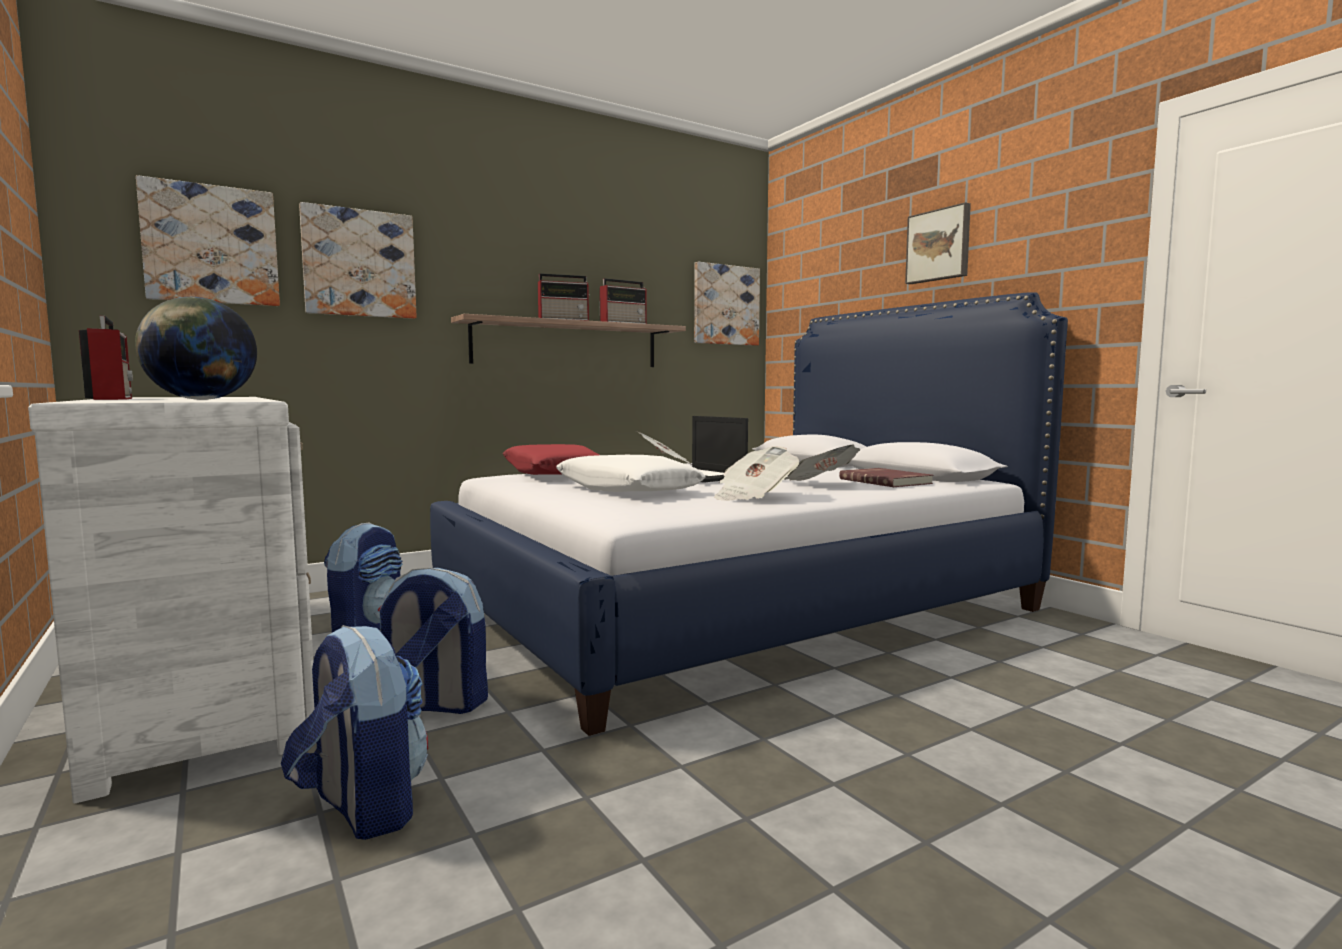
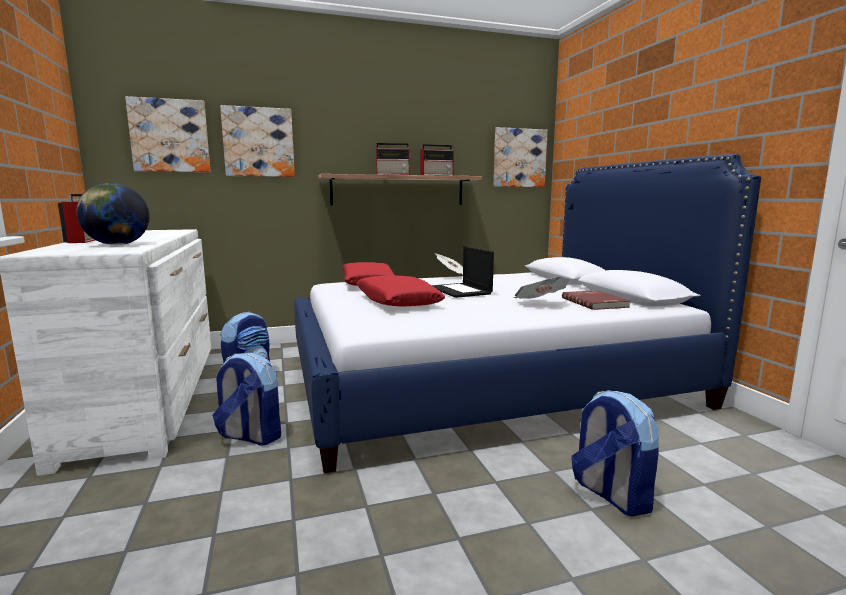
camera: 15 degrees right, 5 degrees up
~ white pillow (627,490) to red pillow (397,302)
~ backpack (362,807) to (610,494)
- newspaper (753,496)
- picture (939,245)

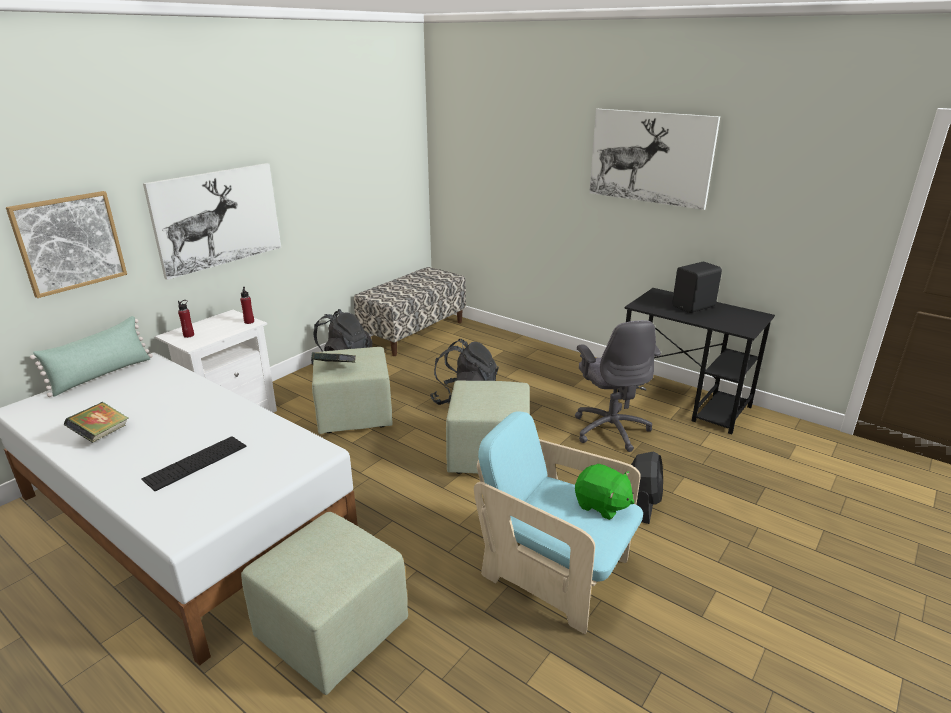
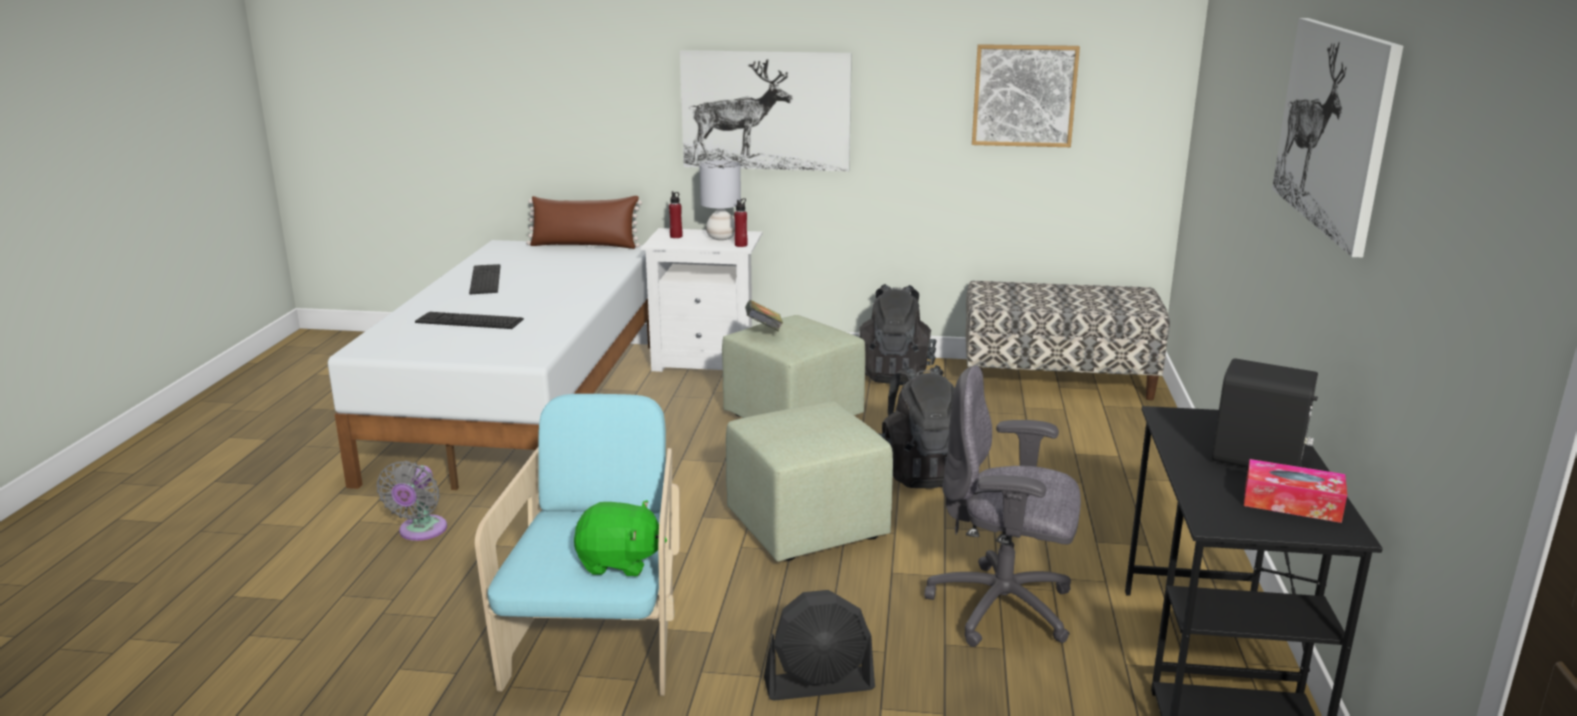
camera: 60 degrees right, 5 degrees down
~ green ottoman (333,629) to grey fan (420,531)
~ book (101,435) to keyboard (485,279)
~ green pillow (102,375) to brown pillow (584,245)
~ green plush toy (602,505) = (619,562) 90 degrees counterclockwise
+ grey table lamp (721,238)
~ grey office chair (610,429) = (1003,608) 60 degrees clockwise
~ picture (69,243) to (1024,95)
+ tissue box (1292,503)

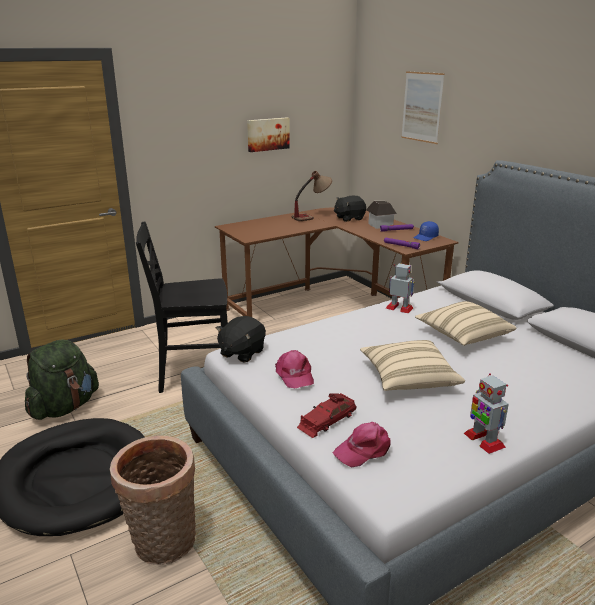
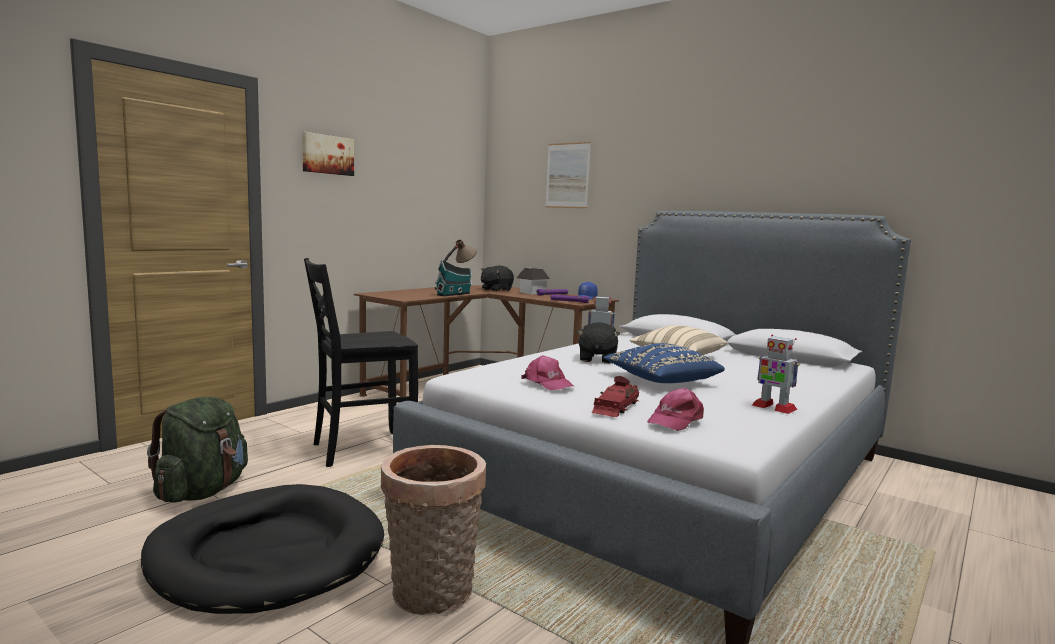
camera: 20 degrees left, 15 degrees down
~ picture (267,134) to (327,154)
+ toy house (454,294)
~ black plush toy (241,353) to (596,359)
~ beige pillow (408,379) to blue pillow (661,381)

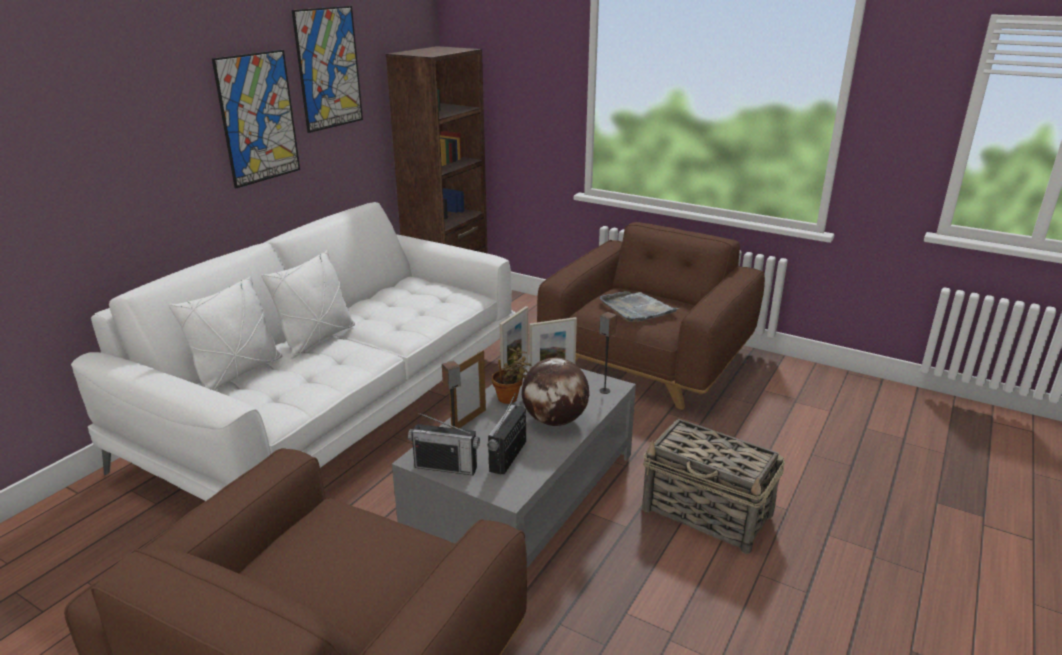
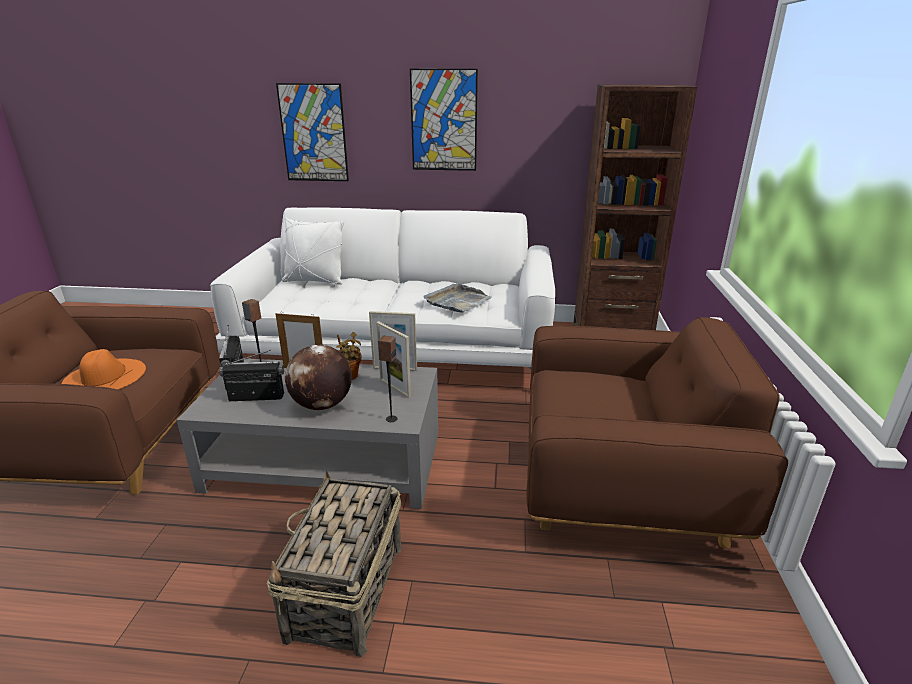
camera: 65 degrees right, 0 degrees up
+ orange hat (104,377)
~ picture (329,68) to (313,133)
~ grey tray (636,309) to (457,301)
- white pillow (317,339)

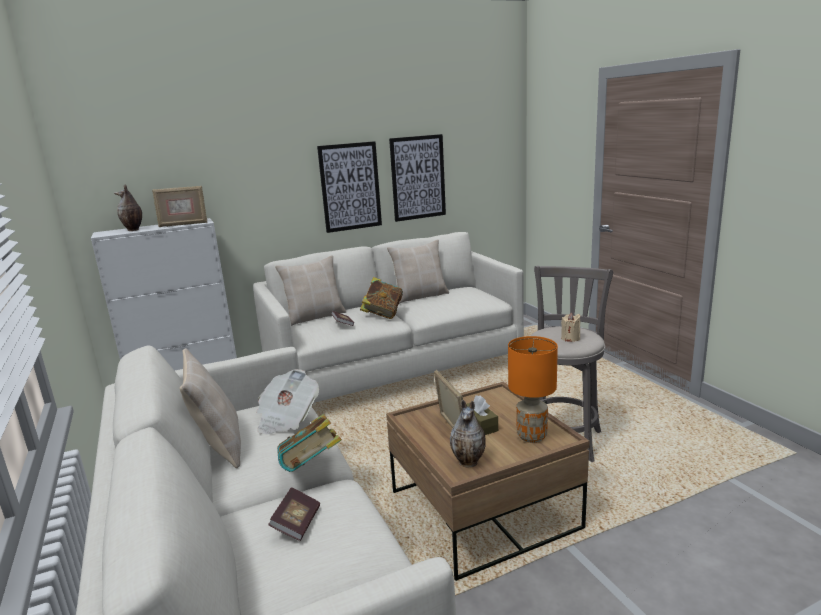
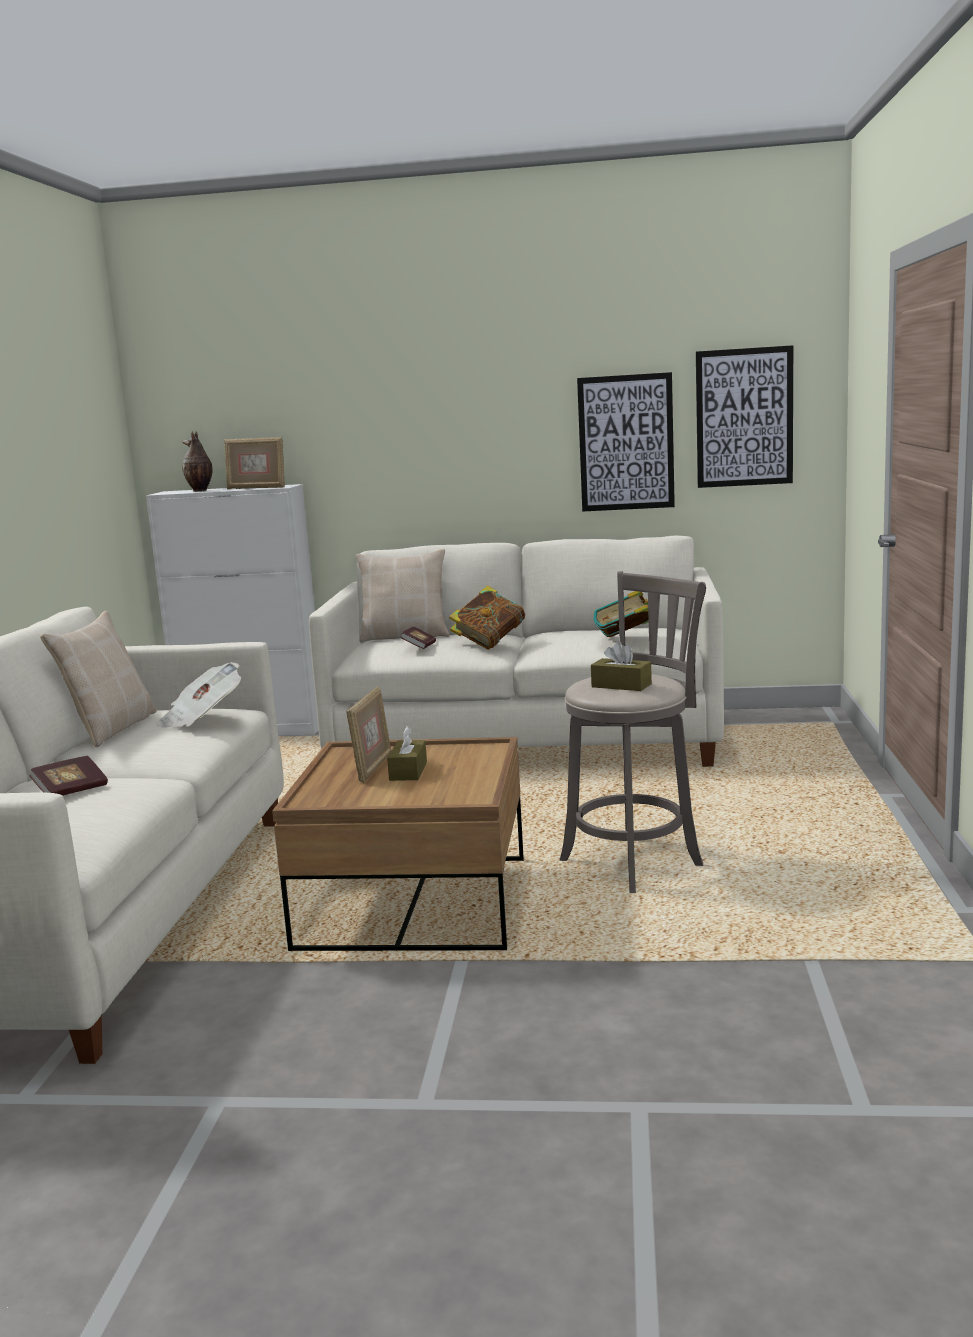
camera: 30 degrees right, 5 degrees down
~ beige candle (570,338) to brown tissue box (621,685)
~ book (312,468) to (625,641)
~ picture (350,187) to (744,417)
- beige pillow (420,296)
- vase (469,462)
- orange table lamp (531,436)

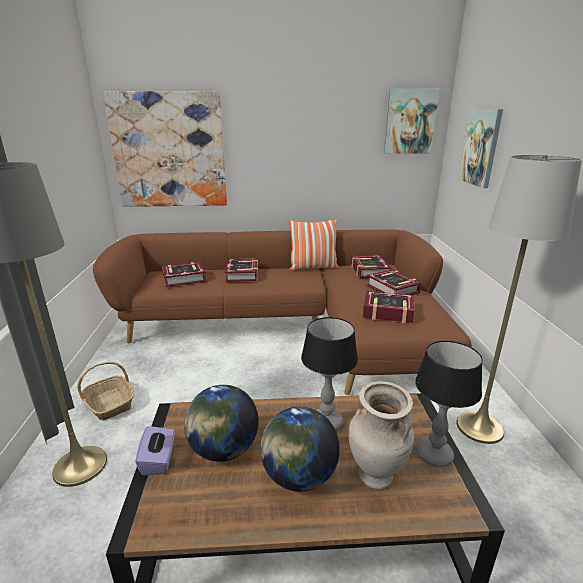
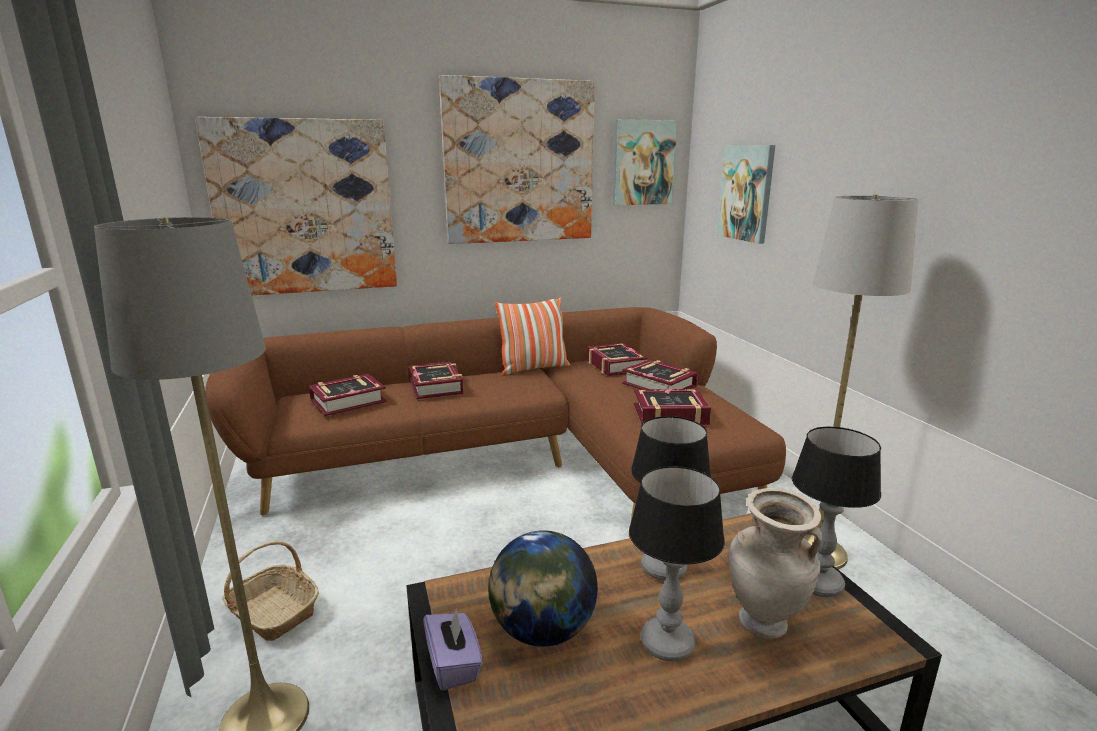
camera: 15 degrees left, 5 degrees down
+ picture (519,162)
~ globe (298,476) to table lamp (666,644)

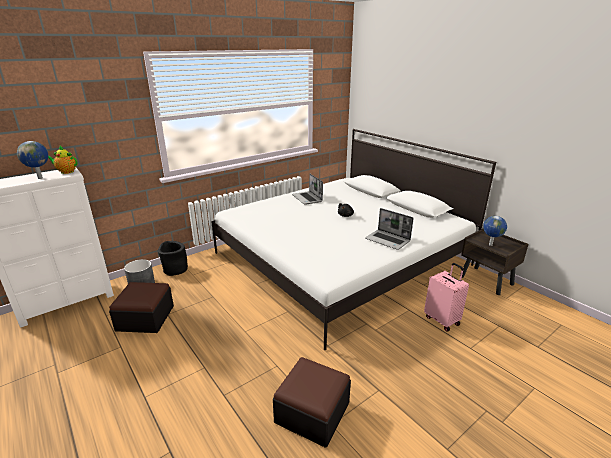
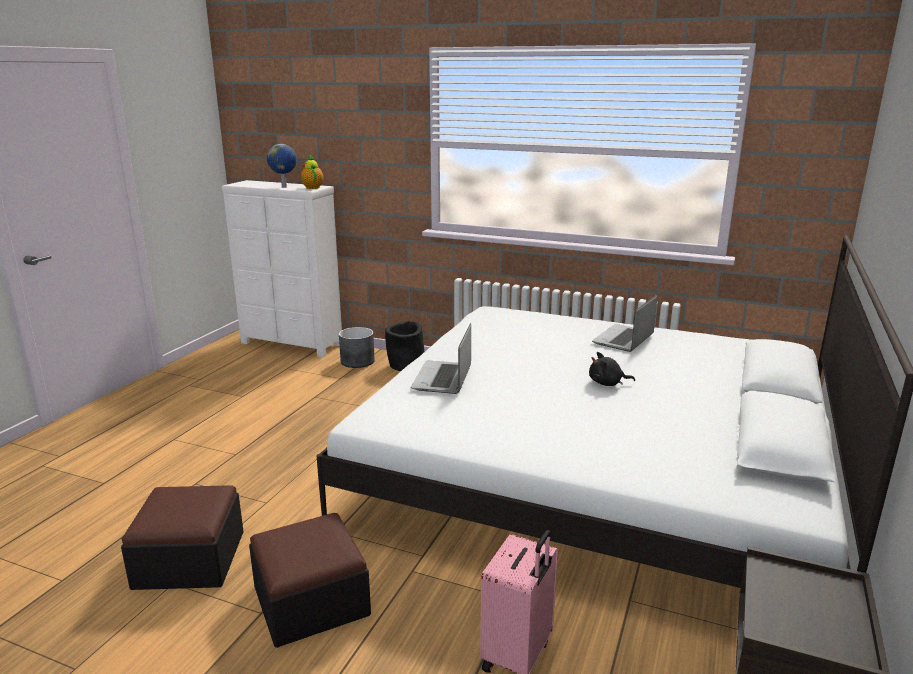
camera: 60 degrees right, 5 degrees down
~ ottoman (145,318) to (311,601)
~ laptop (388,240) to (443,379)
- globe (490,244)

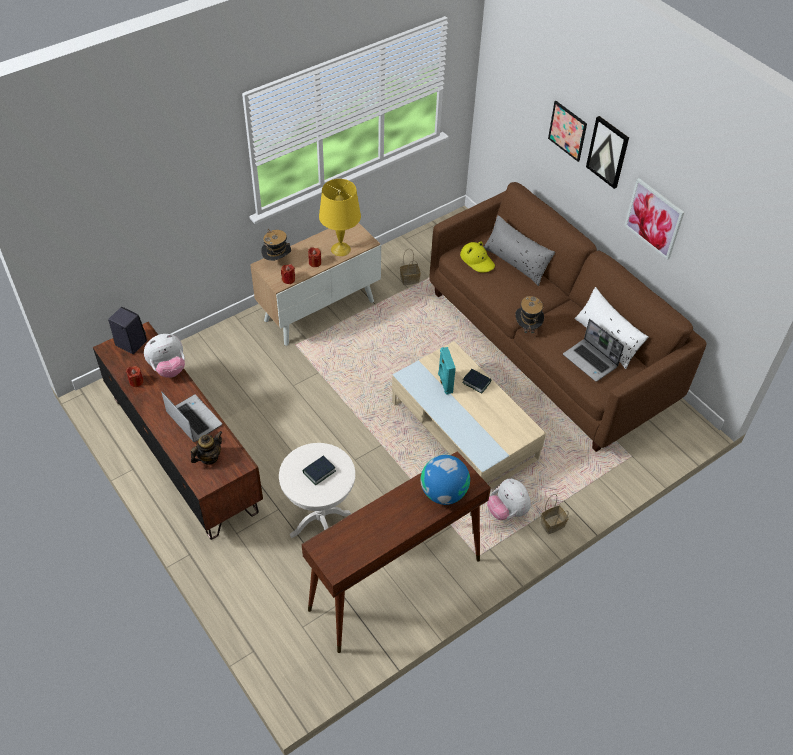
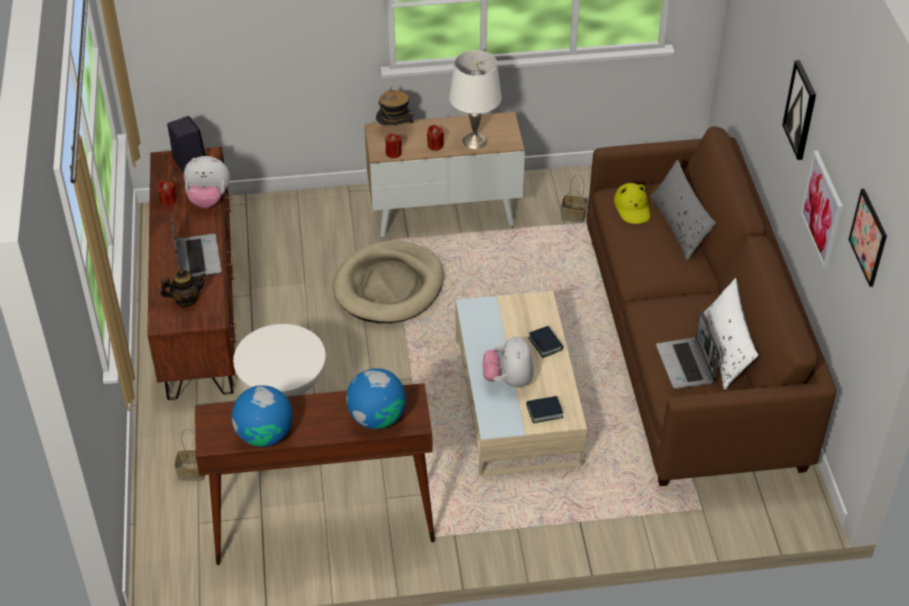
camera: 30 degrees right, 5 degrees down
~ basket (552,525) to (191,472)
+ globe (265,435)
+ beige dog bed (389,286)
~ yellow table lamp (340,249) to white table lamp (474,140)
~ plush toy (507,511) to (508,380)
~ book (319,472) to (544,411)
~ picture (567,131) to (868,237)
- turquoise speaker (444,383)
- hat (527,328)

